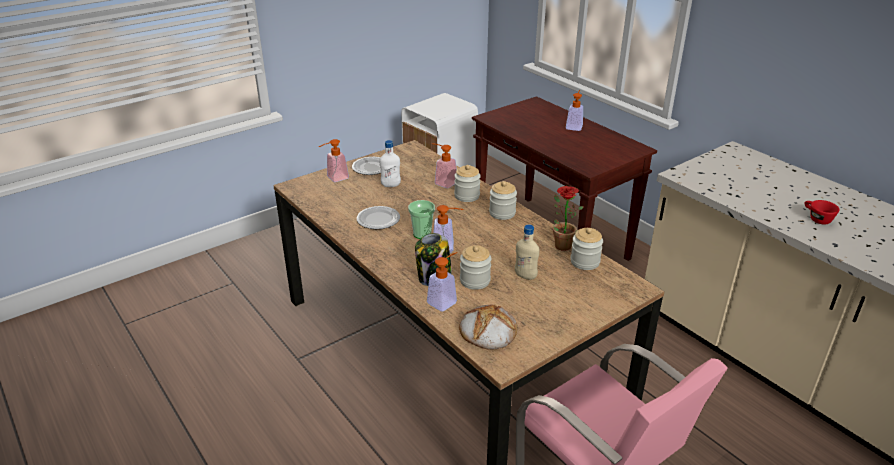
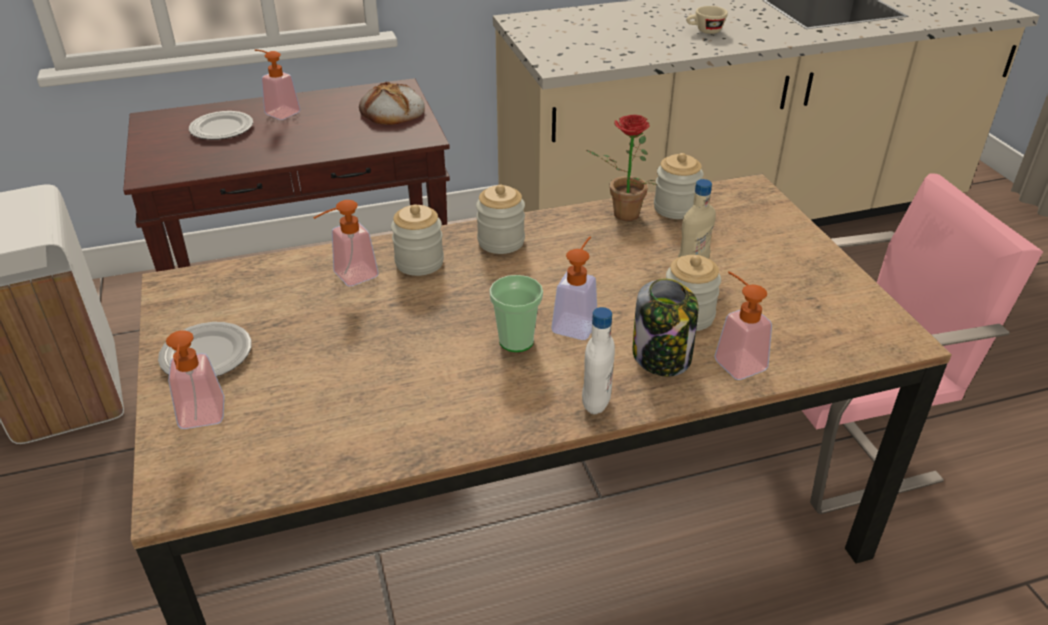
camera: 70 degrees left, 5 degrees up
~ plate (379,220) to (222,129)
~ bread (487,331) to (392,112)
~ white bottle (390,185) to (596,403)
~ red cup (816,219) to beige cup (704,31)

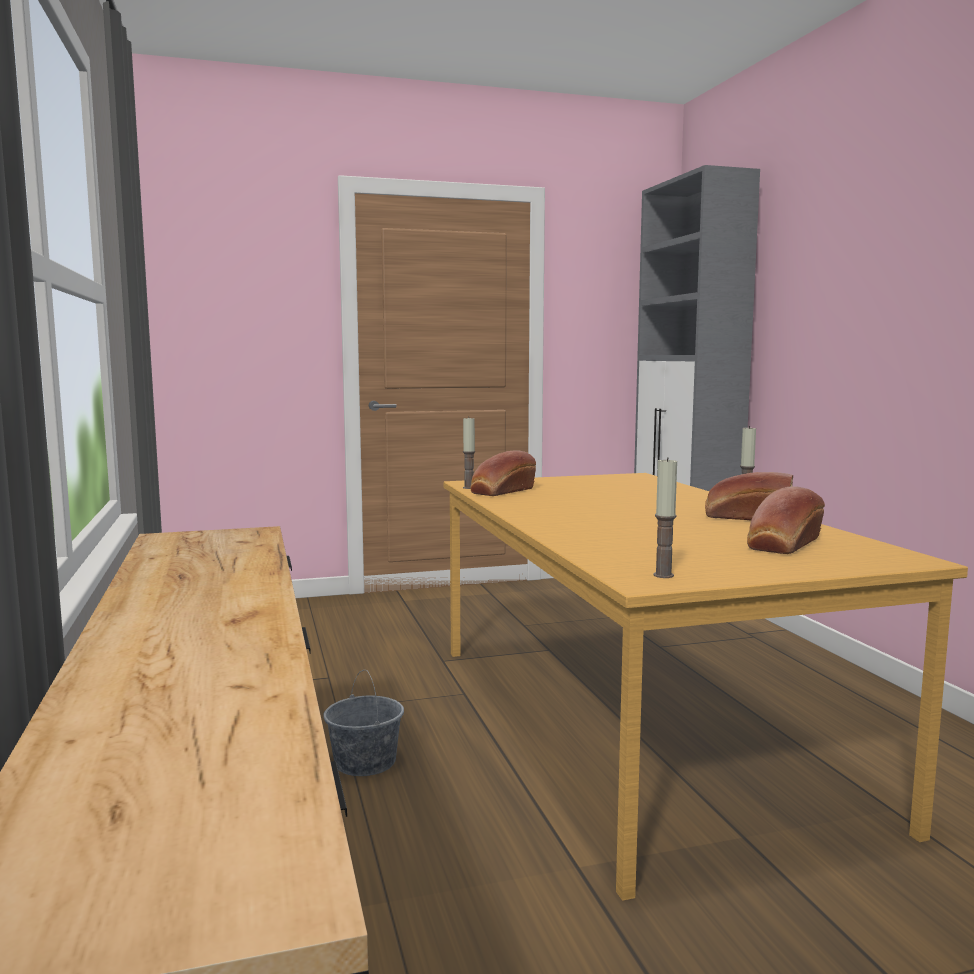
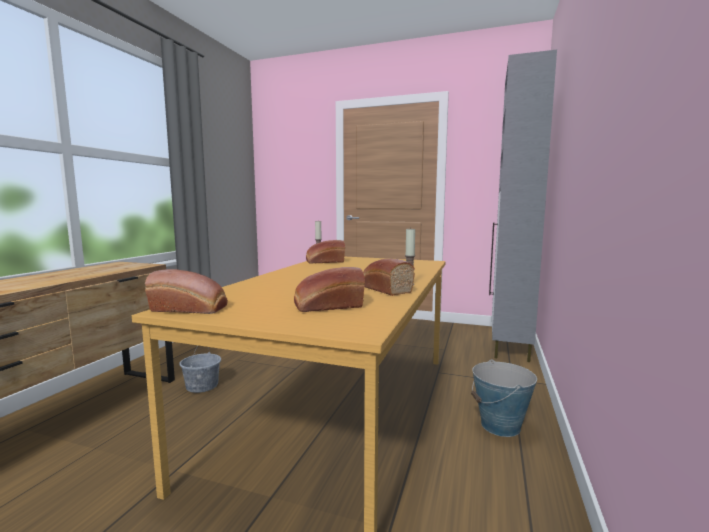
camera: 35 degrees right, 0 degrees up
~ candle (663,575) to bread (191,309)
+ bucket (500,426)

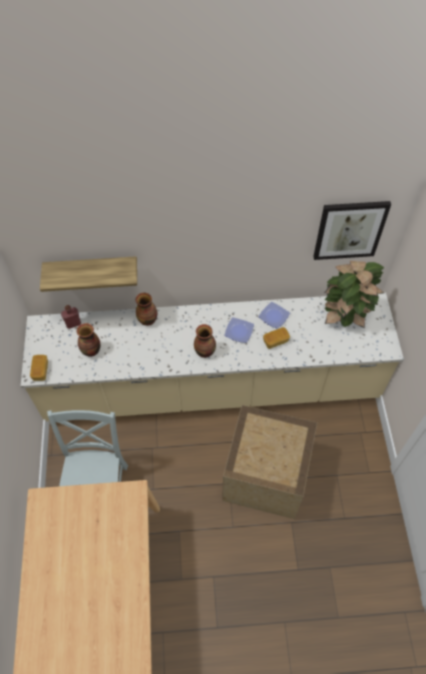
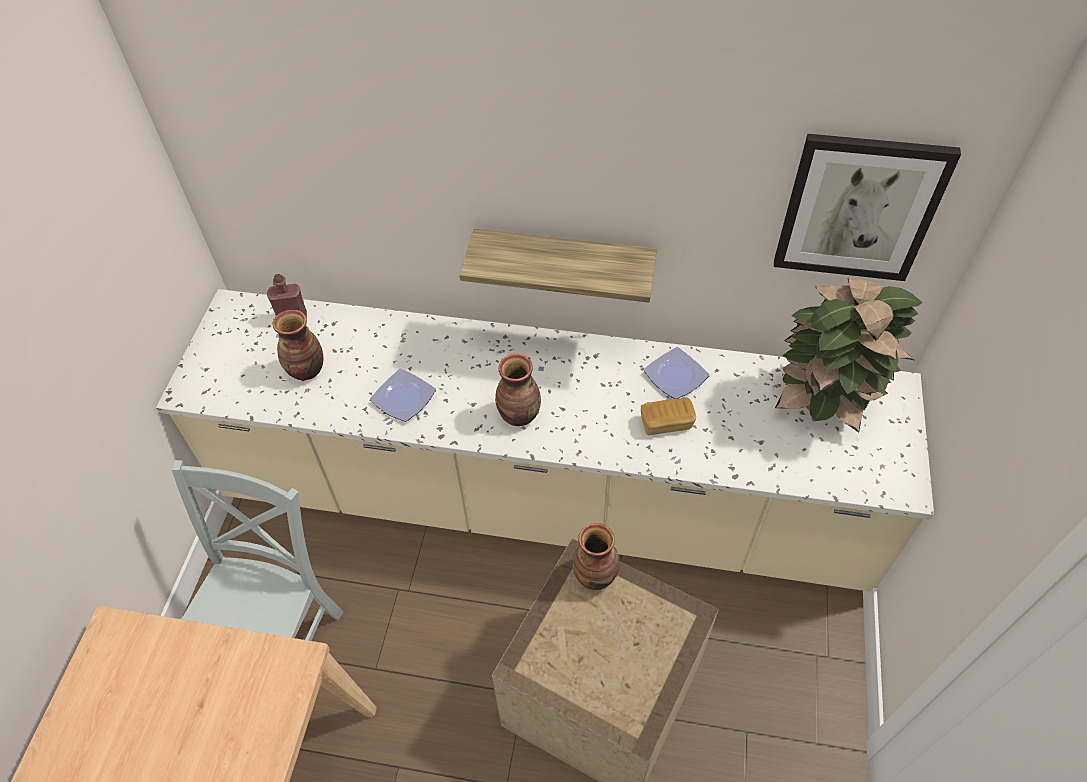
camera: 15 degrees right, 5 degrees down
~ plate (239,331) to (405,398)
~ shelf (92,269) to (564,261)
~ vase (148,319) to (596,575)
- bread (40,371)

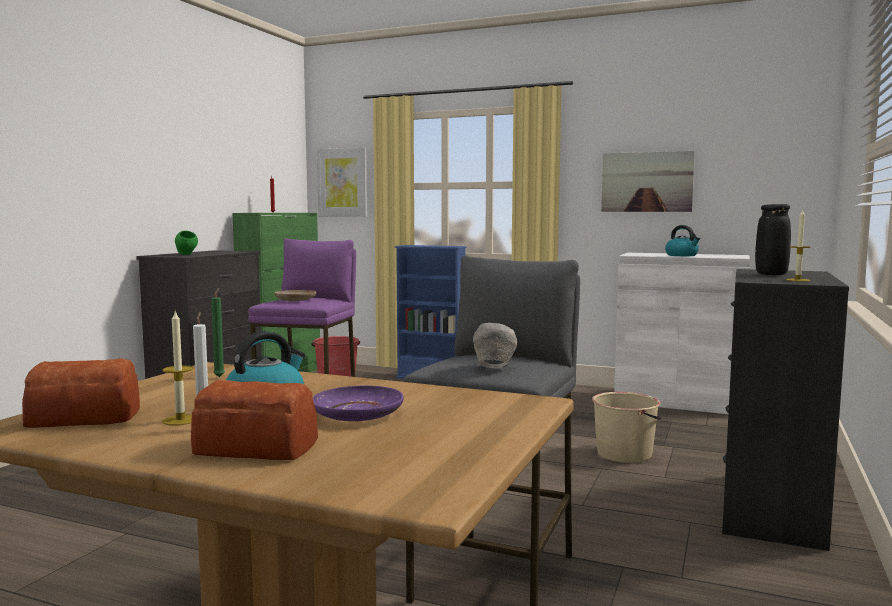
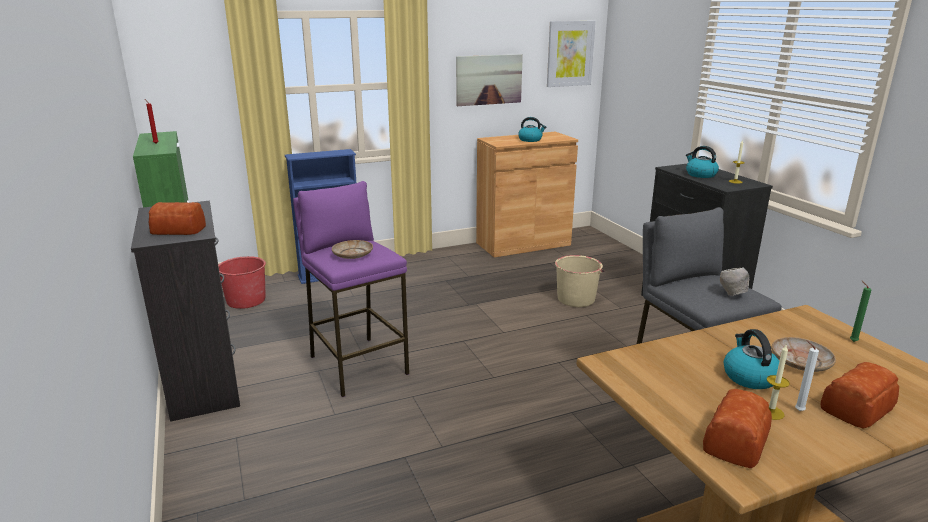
camera: 45 degrees left, 15 degrees up
~ green bowl (187,254) to bread (178,229)
~ white cabinet (678,401) to brown cabinet (523,244)
~ picture (342,182) to (570,53)
~ black vase (771,274) to kettle (700,174)
~ purple plate (358,415) to beige plate (801,361)
~ green candle (220,376) to (852,341)

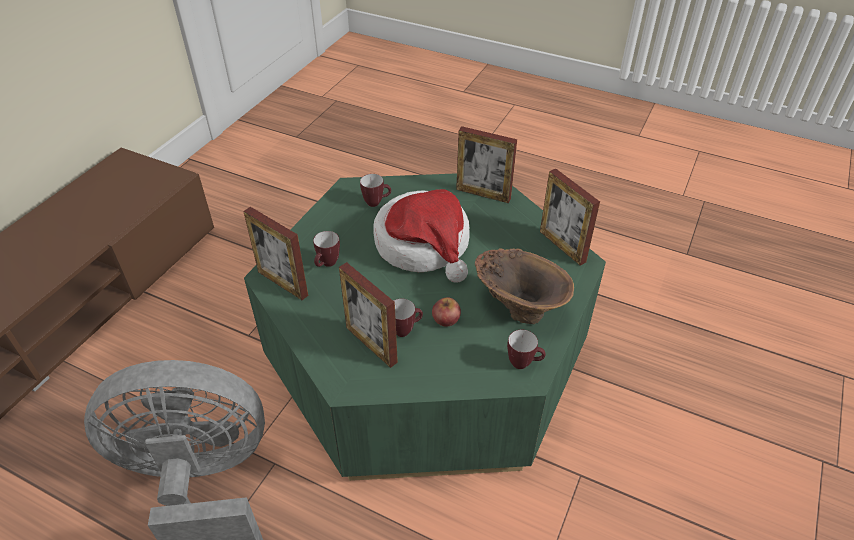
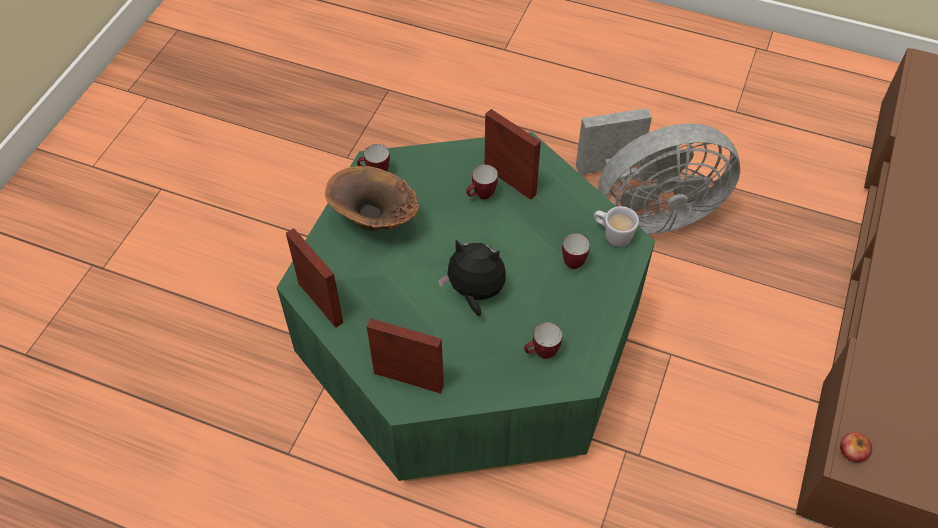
camera: 175 degrees right, 10 degrees up
~ hat (424,245) to plush toy (475,293)
~ picture frame (282,283) to white mug (612,235)
~ apple (446,318) to (852,452)

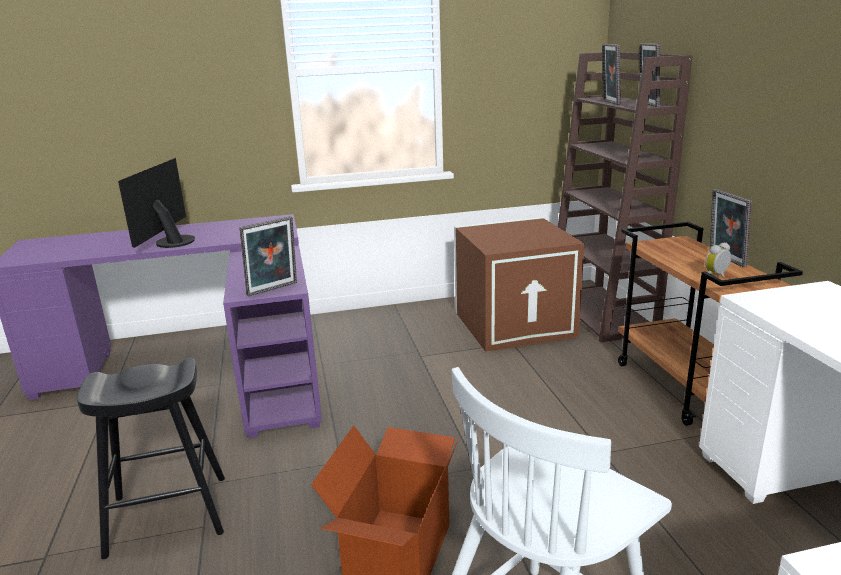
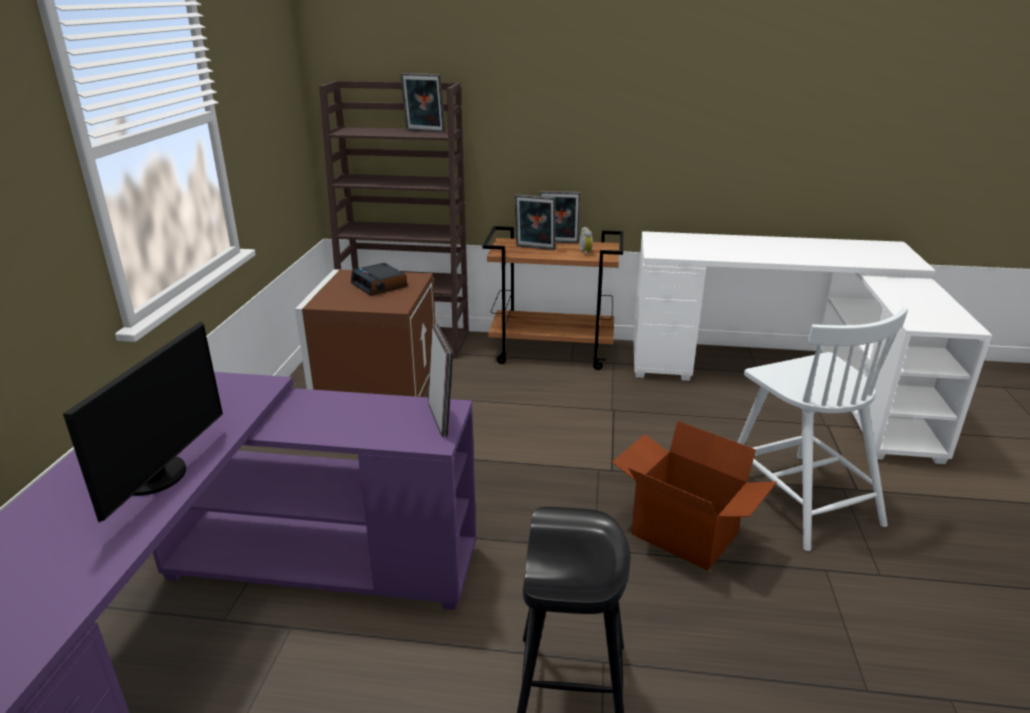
camera: 70 degrees left, 5 degrees up
~ monitor (171,242) = (159,476) 105 degrees counterclockwise
+ alarm clock (380,285)
~ picture frame (609,102) to (534,248)

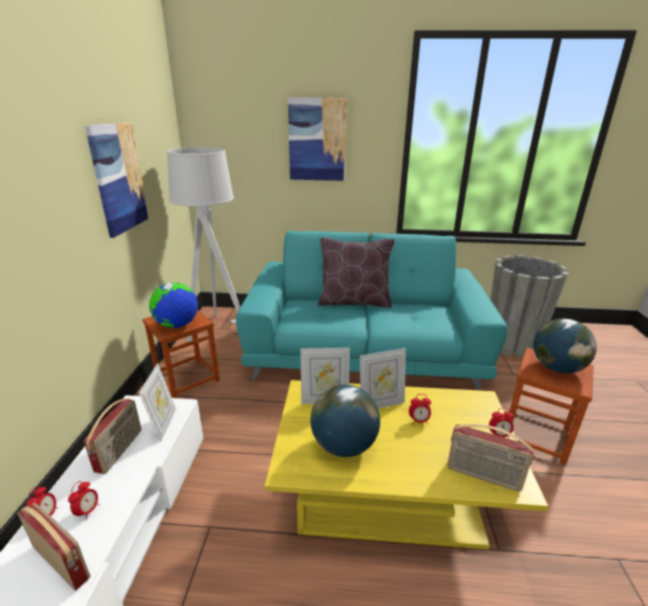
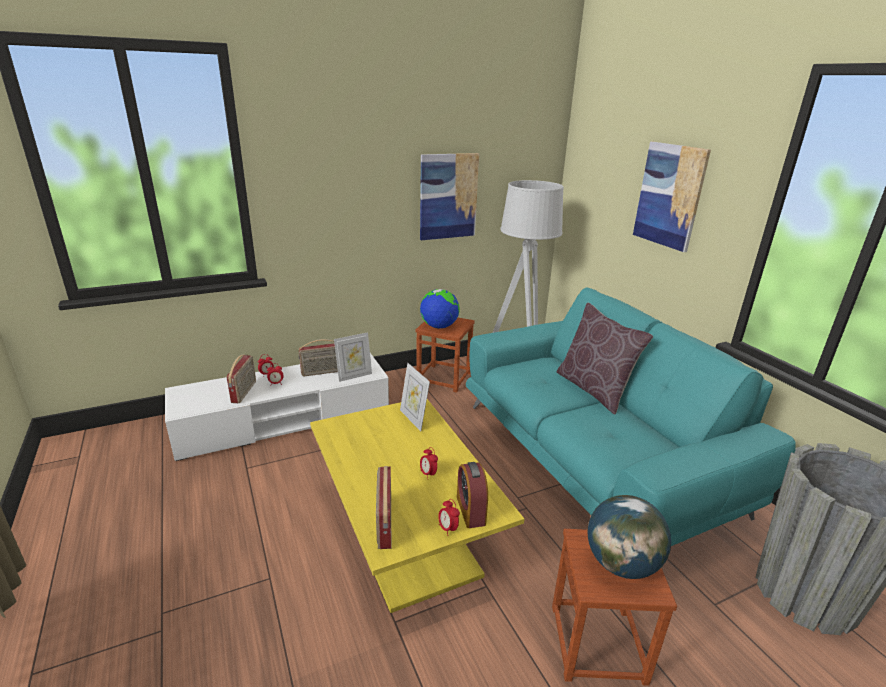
camera: 60 degrees right, 0 degrees up
+ alarm clock (470,510)
- globe (344,446)
- picture frame (380,404)

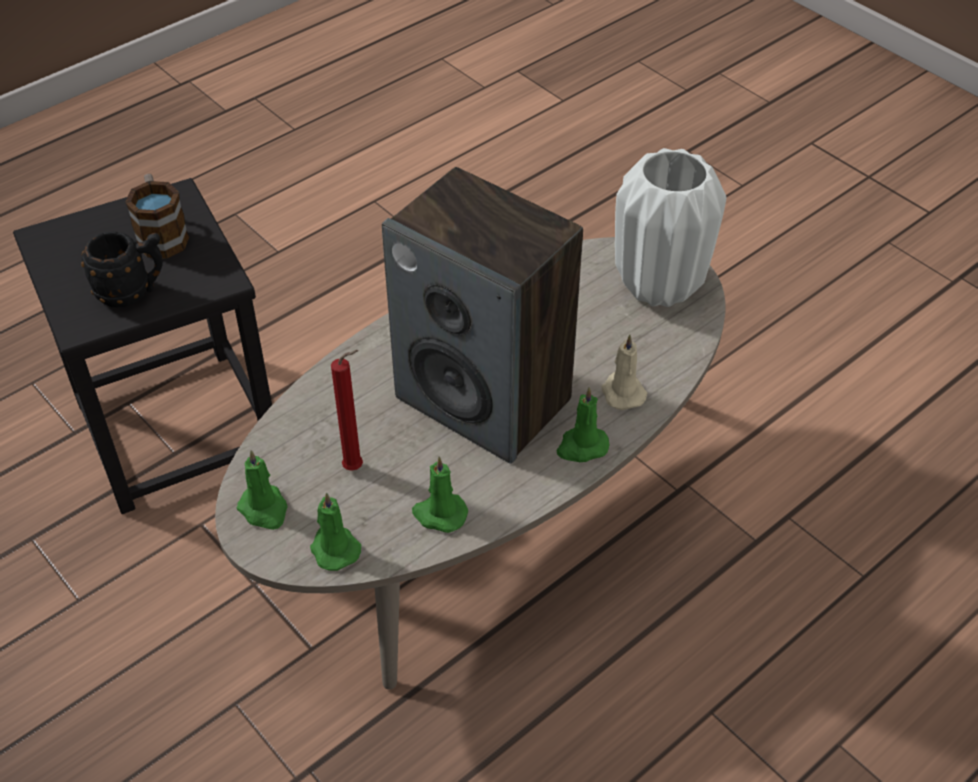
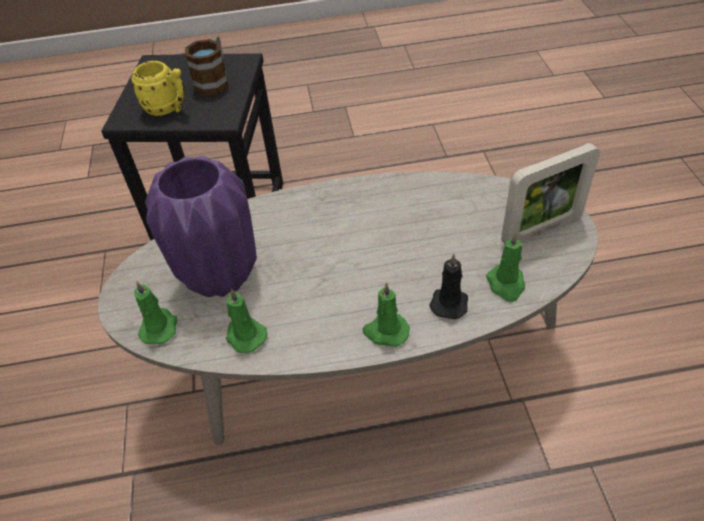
camera: 35 degrees right, 0 degrees up
~ black mug (133,292) to yellow mug (168,109)
~ red candle (356,468) to purple vase (220,277)
~ beige candle (622,392) to black candle (449,302)
~ green candle (264,510) to (506,284)
~ white vase (658,285) to picture frame (541,231)
- speaker (485,399)

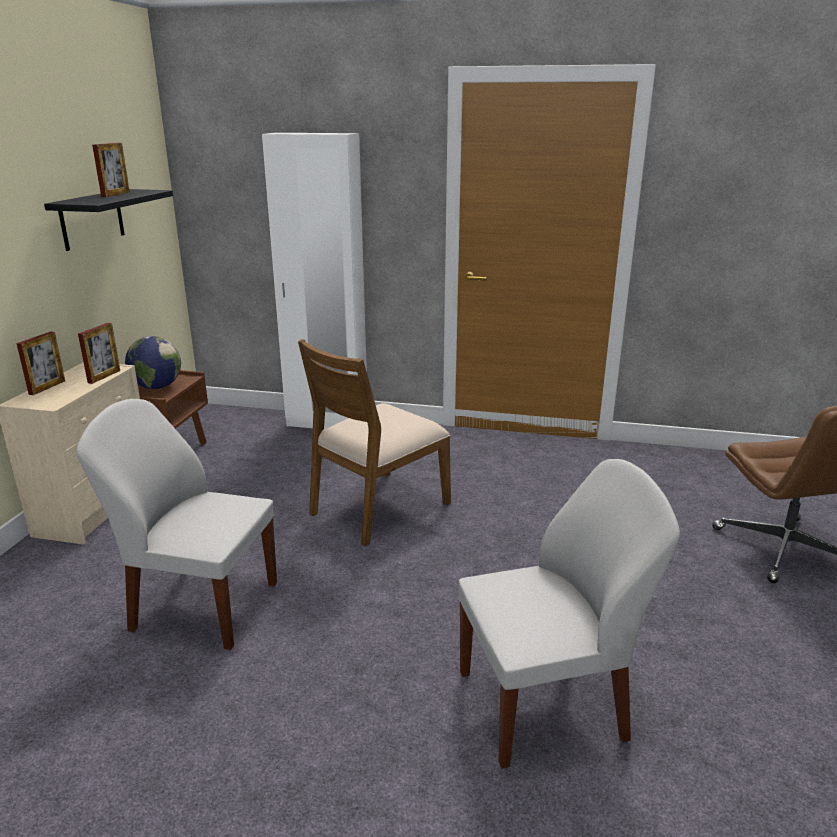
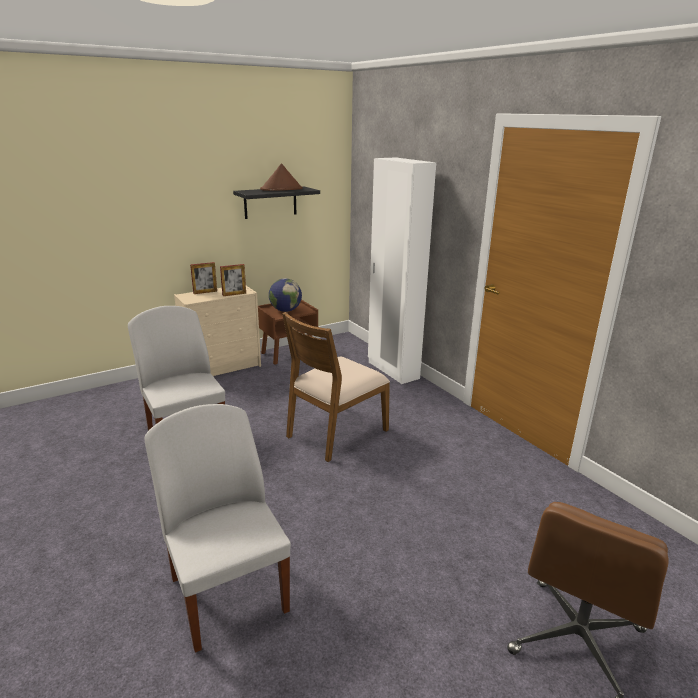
camera: 45 degrees right, 0 degrees up
~ white chair (546,704) = (228,591) 150 degrees counterclockwise
~ picture frame (115,194) to brown hat (281,189)
~ brown chair (378,507) = (335,432) 45 degrees counterclockwise

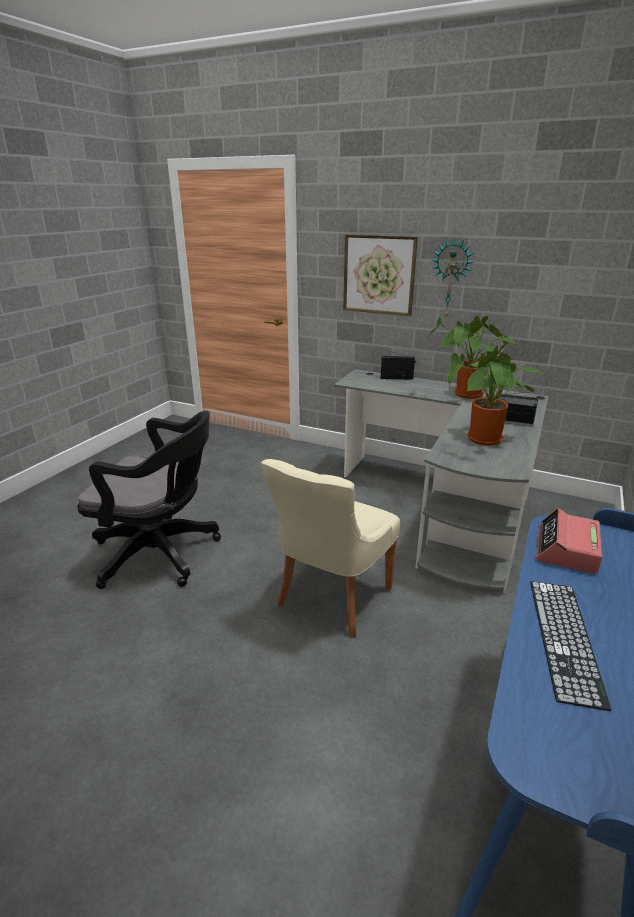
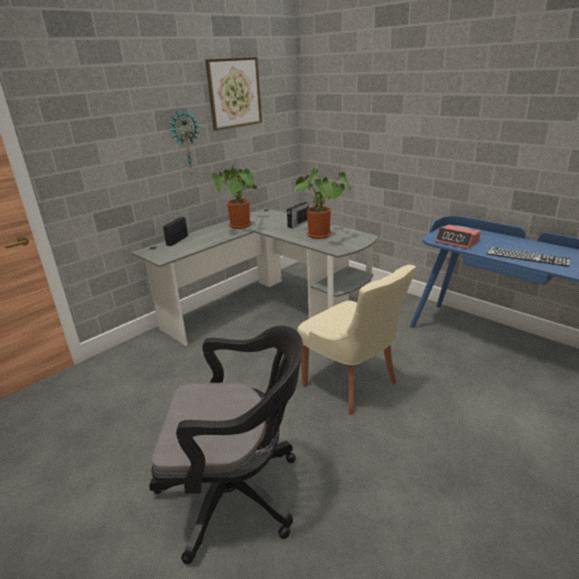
camera: 70 degrees left, 0 degrees up
~ black office chair (162,554) = (238,493) 60 degrees clockwise
~ picture (379,275) to (234,93)

